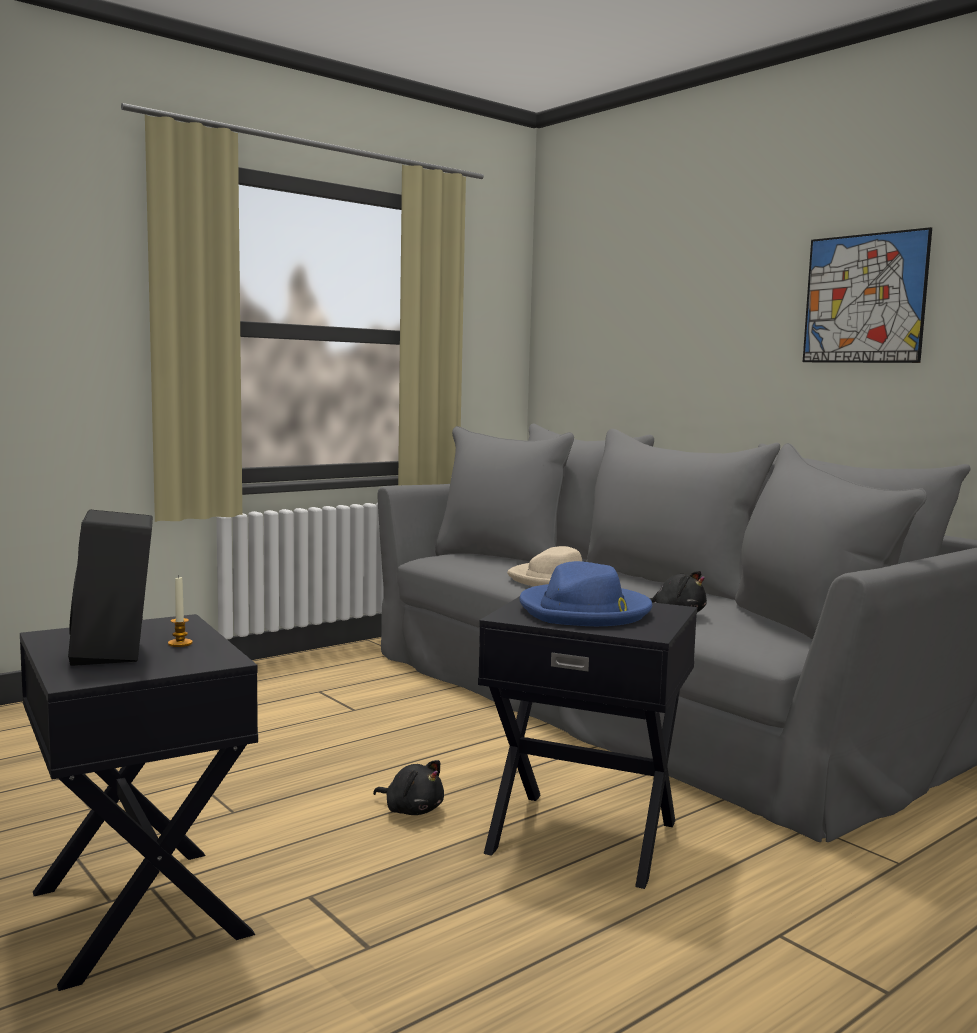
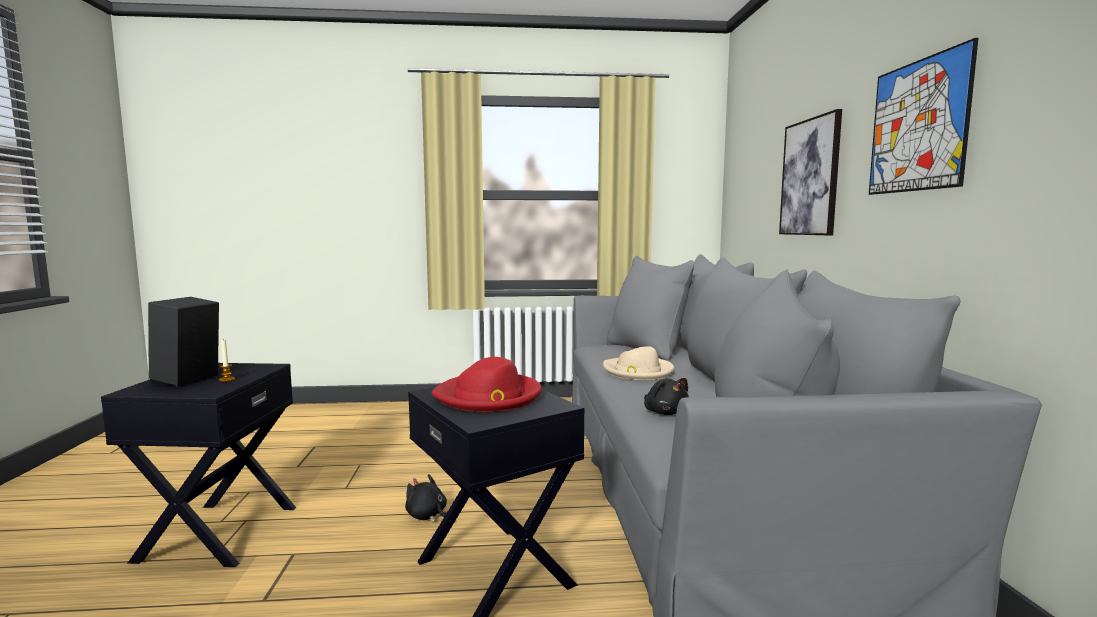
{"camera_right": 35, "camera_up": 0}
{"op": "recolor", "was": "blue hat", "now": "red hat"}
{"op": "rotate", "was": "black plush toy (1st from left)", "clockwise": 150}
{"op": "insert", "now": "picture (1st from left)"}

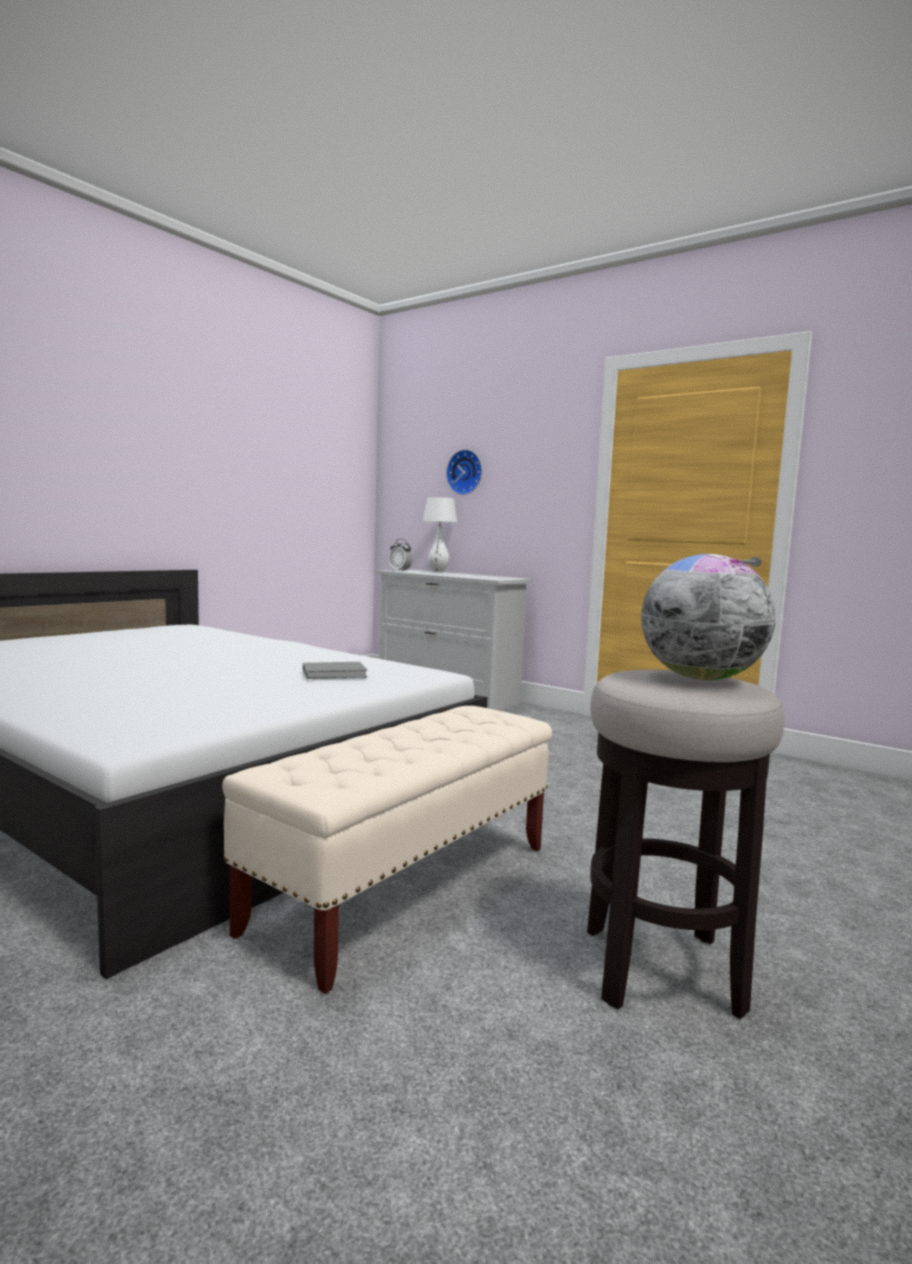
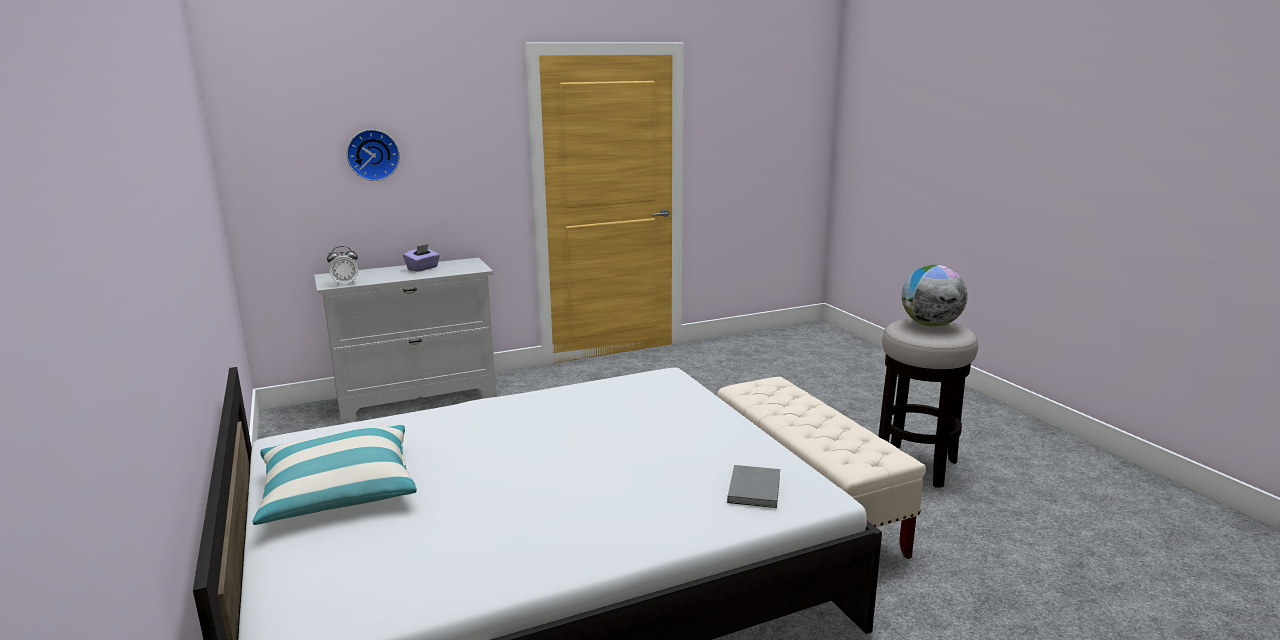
{"camera_right": -60, "camera_up": 10}
{"op": "delete", "was": "white table lamp"}
{"op": "move", "was": "grey book"}
{"op": "insert", "now": "purple tissue box"}
{"op": "insert", "now": "pillow"}

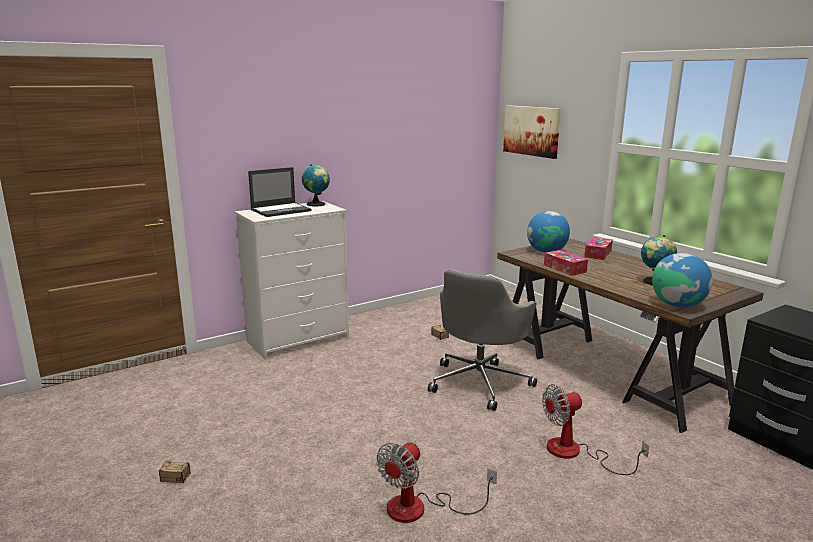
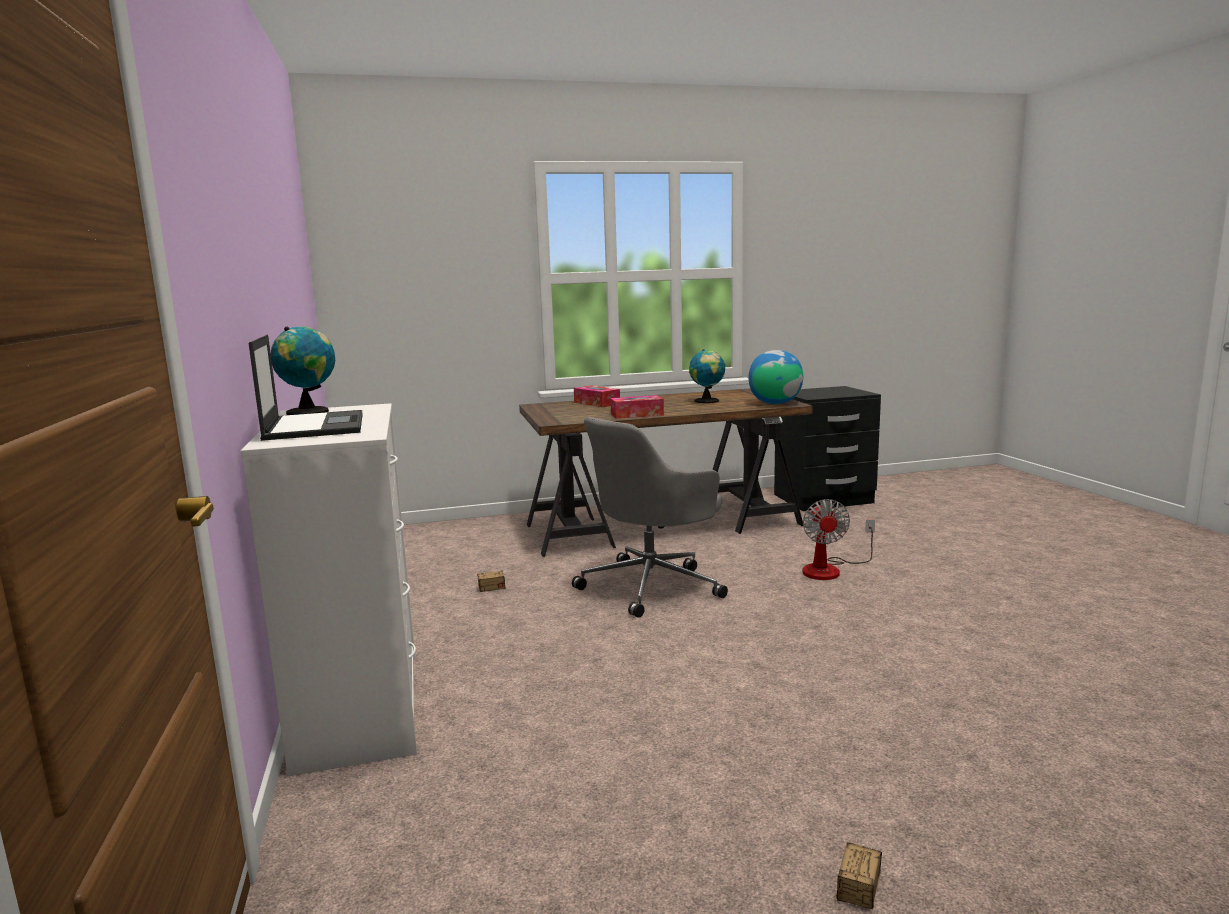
{"camera_right": -70, "camera_up": -5}
{"op": "delete", "was": "picture"}
{"op": "delete", "was": "globe (2nd from left)"}
{"op": "rotate", "was": "grey office chair", "clockwise": 90}
{"op": "delete", "was": "fan (1st from left)"}

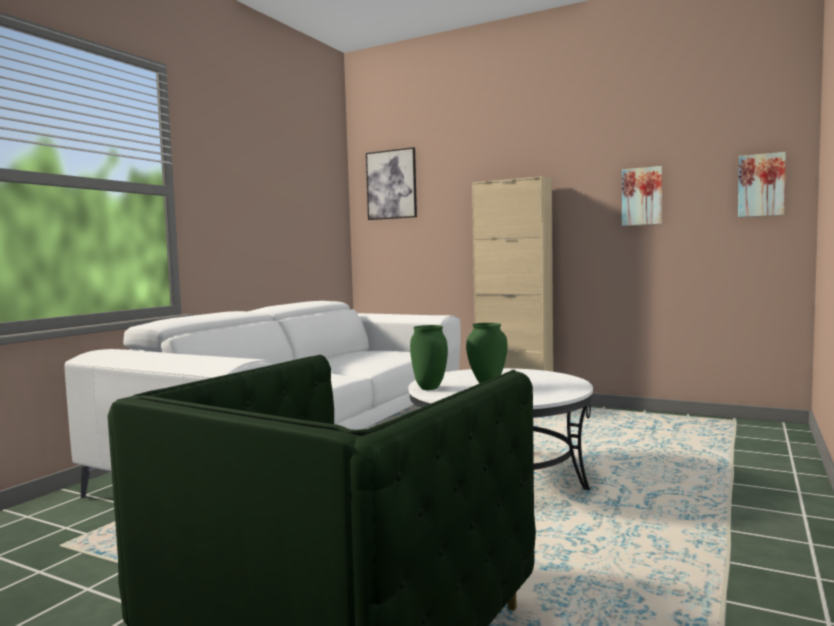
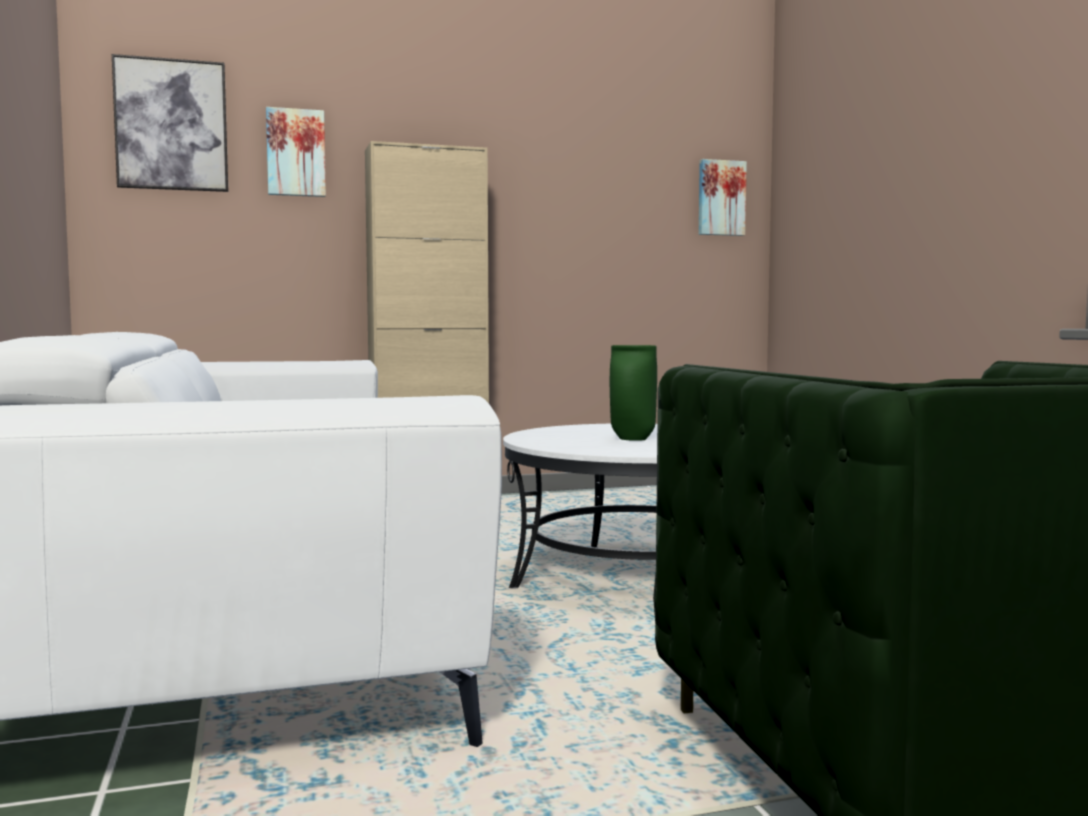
{"camera_right": -45, "camera_up": 0}
{"op": "move", "was": "picture (2nd from left)"}
{"op": "delete", "was": "green vase (1st from left)"}

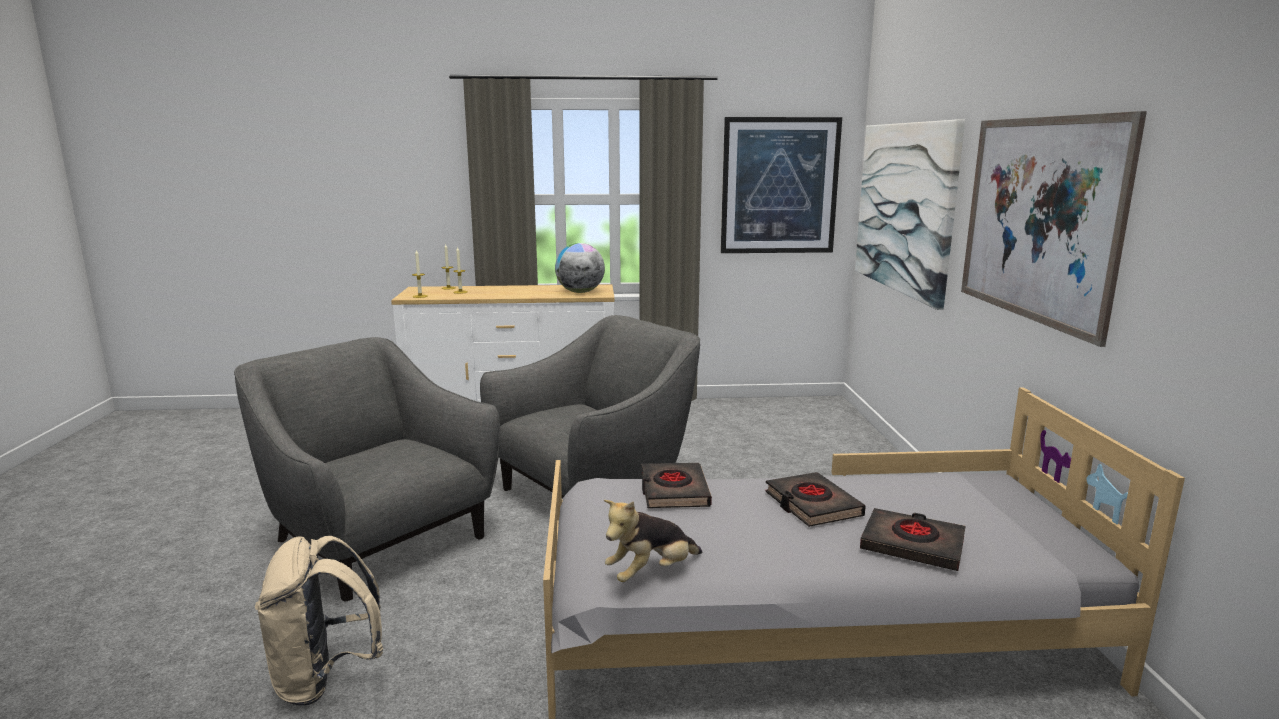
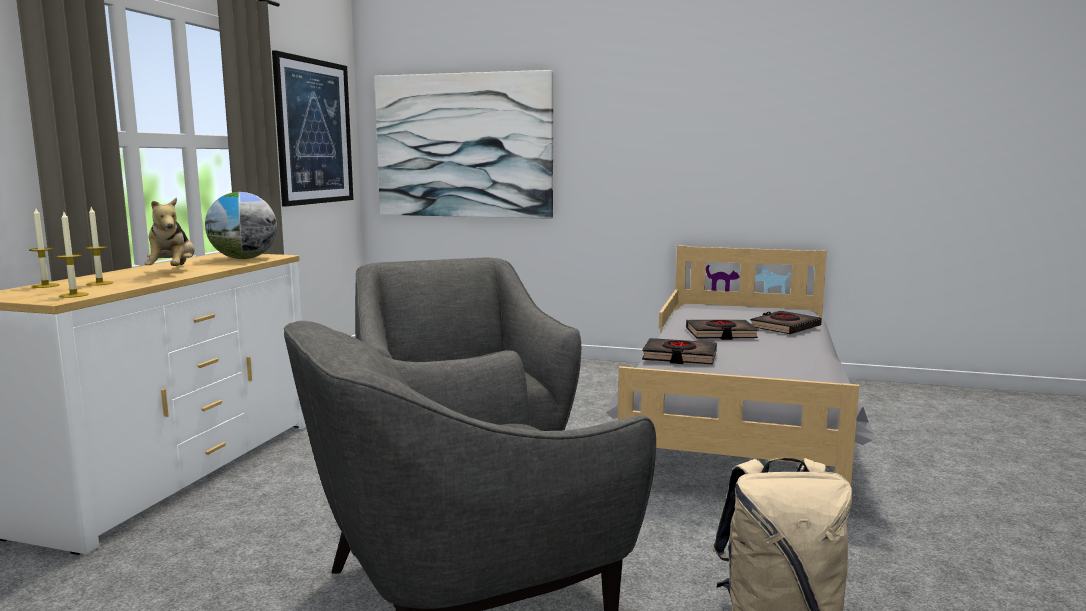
{"camera_right": -70, "camera_up": -5}
{"op": "delete", "was": "picture (3rd from left)"}
{"op": "move", "was": "plush toy"}

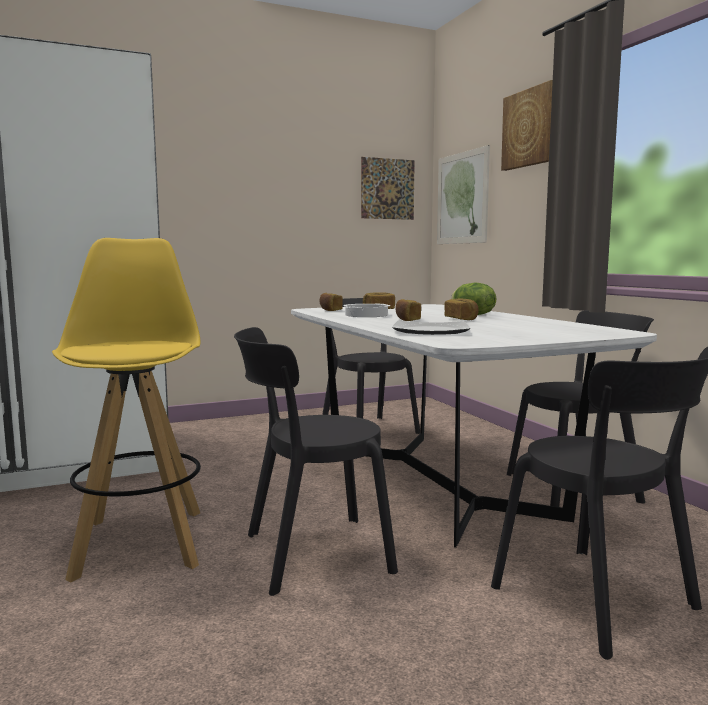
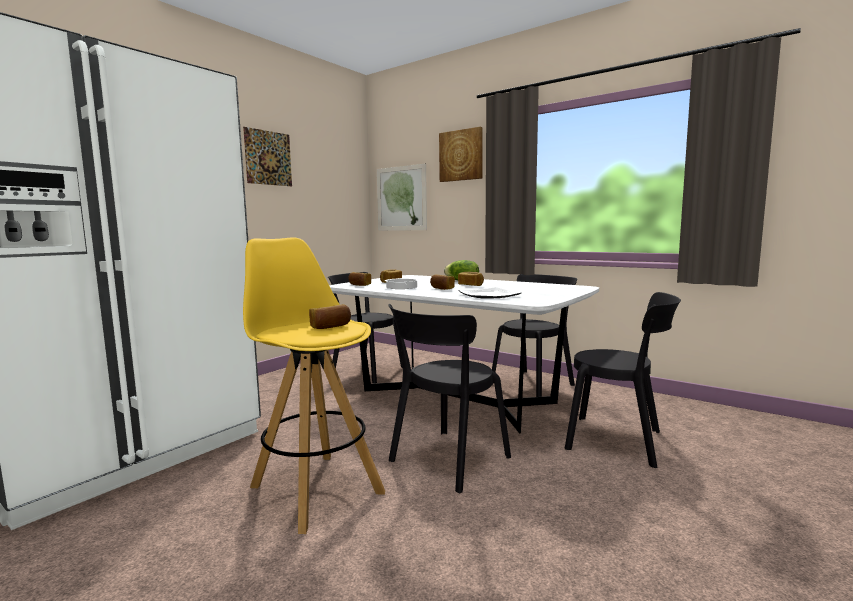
{"camera_right": -30, "camera_up": 0}
{"op": "move", "was": "picture (1st from left)"}
{"op": "insert", "now": "bread (1st from left)"}

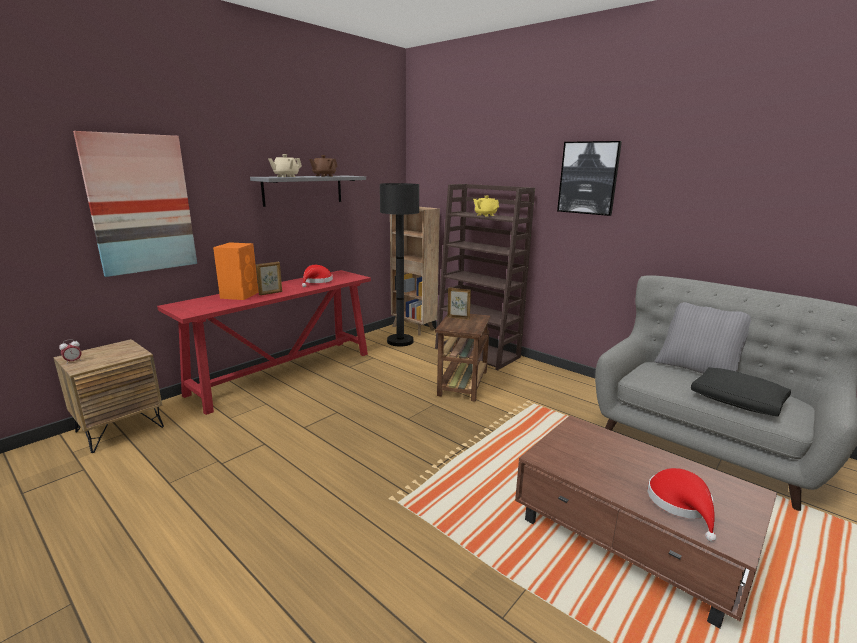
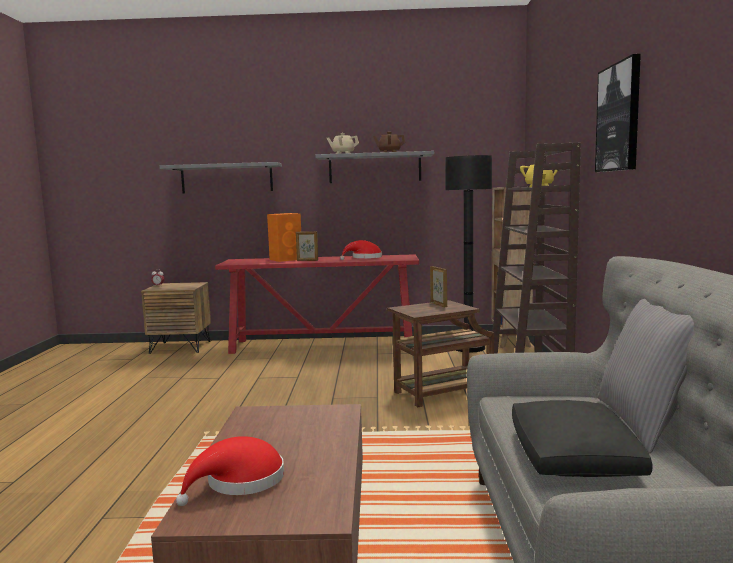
{"camera_right": 50, "camera_up": -10}
{"op": "replace", "was": "picture (1st from left)", "now": "grey shelf (1st from left)"}

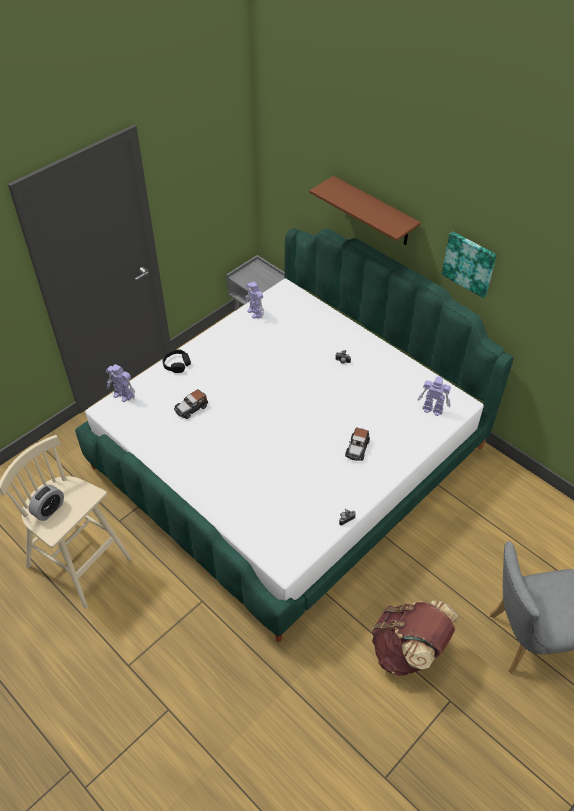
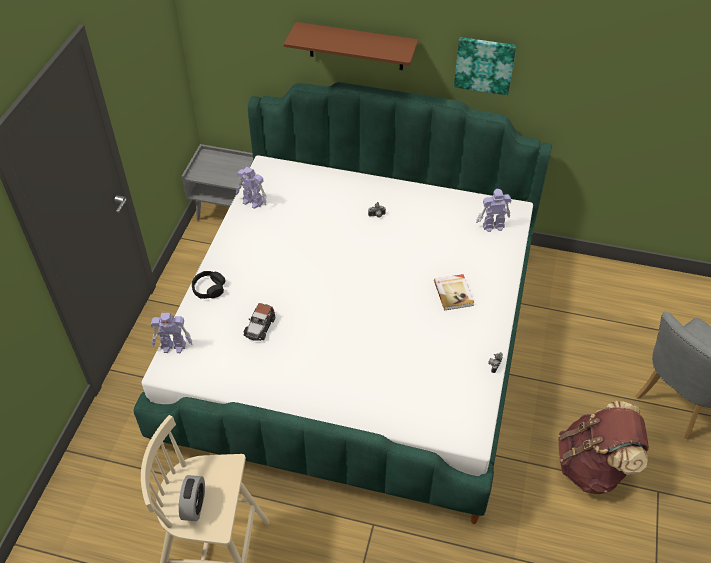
{"camera_right": -30, "camera_up": 0}
{"op": "replace", "was": "toy car (2nd from left)", "now": "book"}

